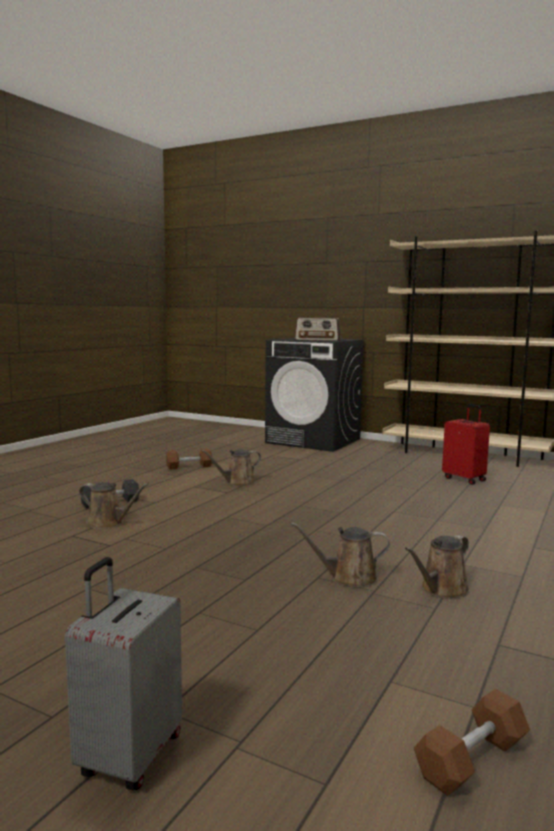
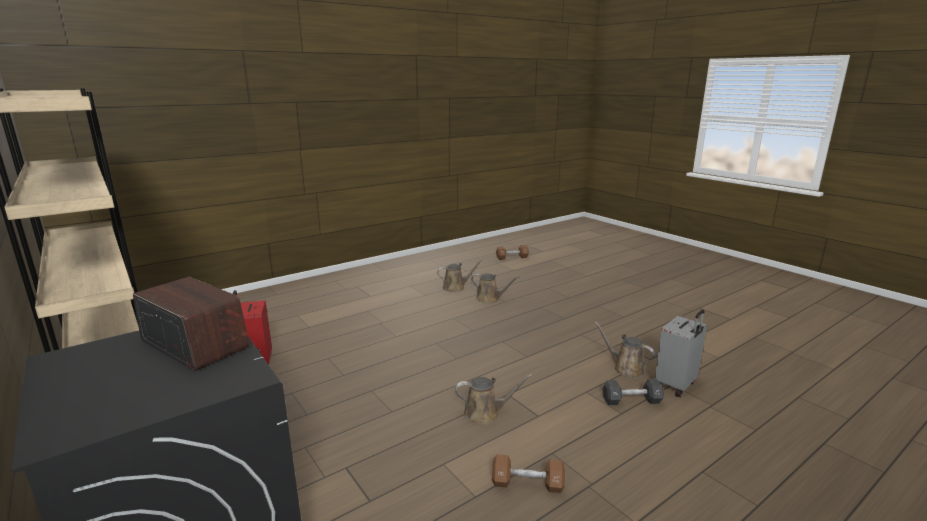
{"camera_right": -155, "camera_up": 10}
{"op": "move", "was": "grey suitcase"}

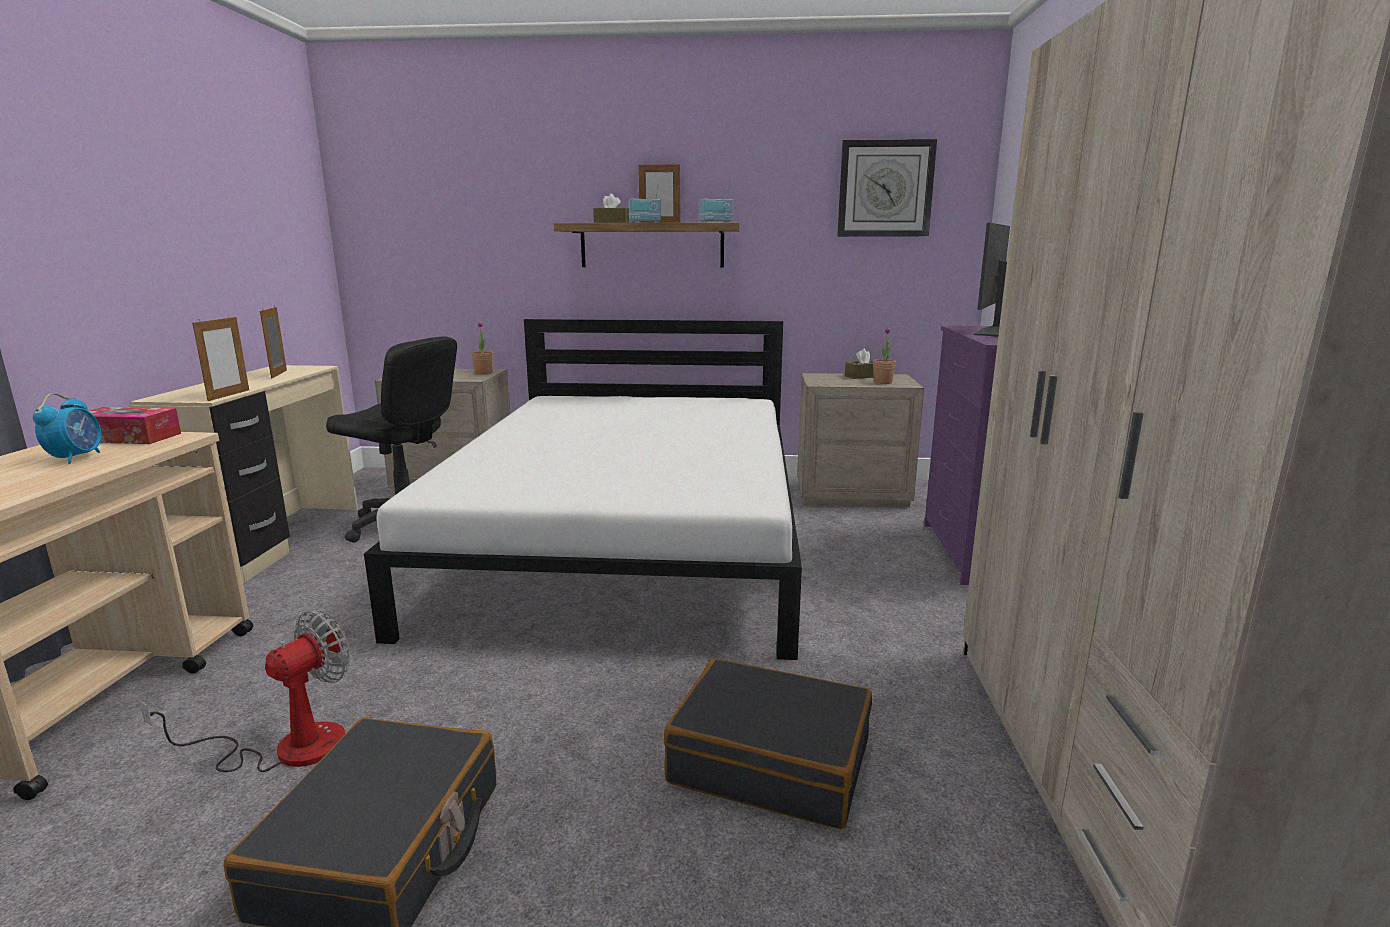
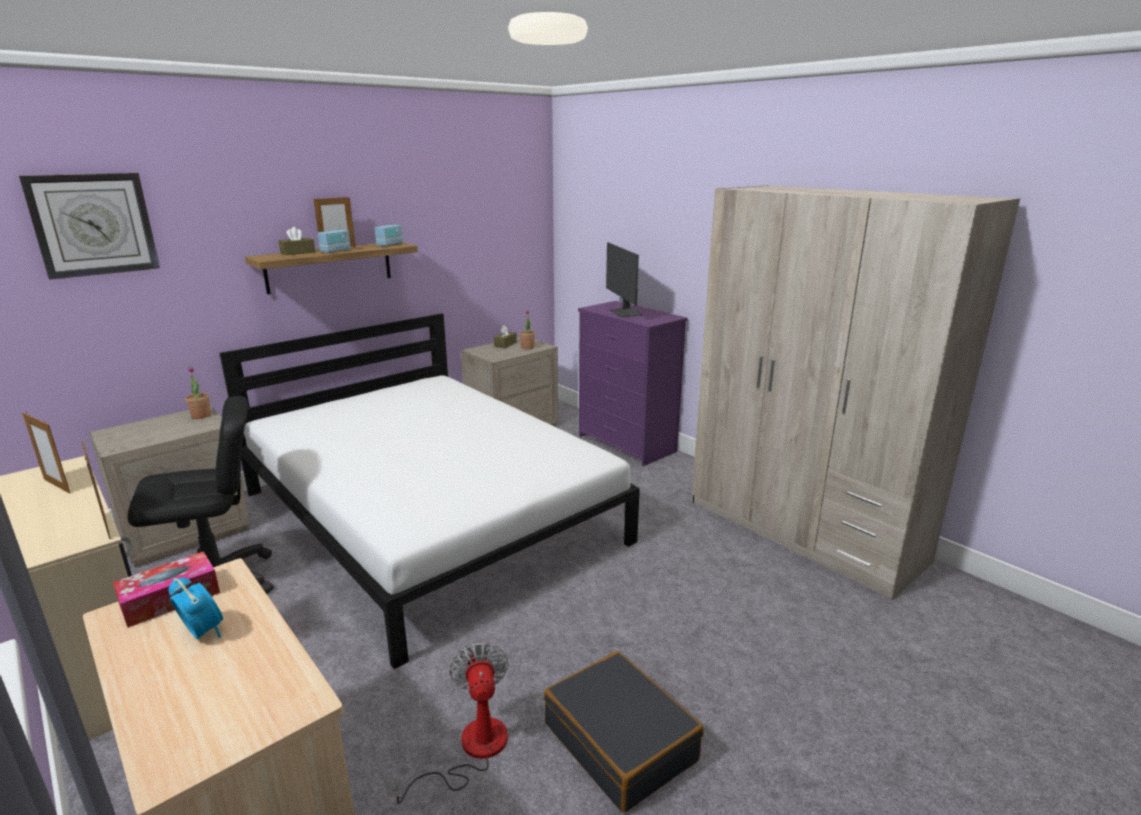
{"camera_right": -45, "camera_up": 5}
{"op": "move", "was": "wall clock"}
{"op": "delete", "was": "black suitcase (2nd from left)"}

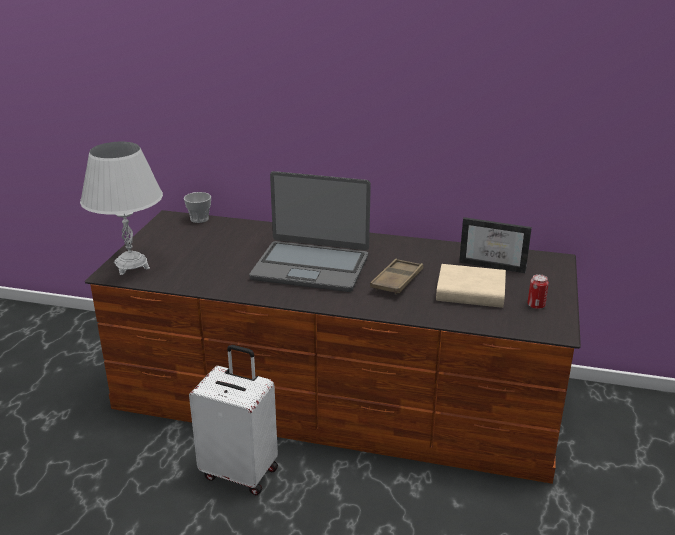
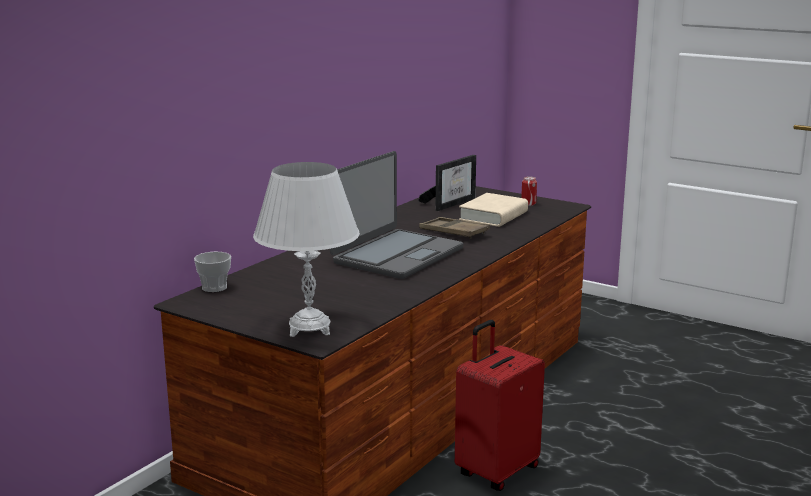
{"camera_right": -70, "camera_up": -10}
{"op": "recolor", "was": "white suitcase", "now": "red suitcase"}

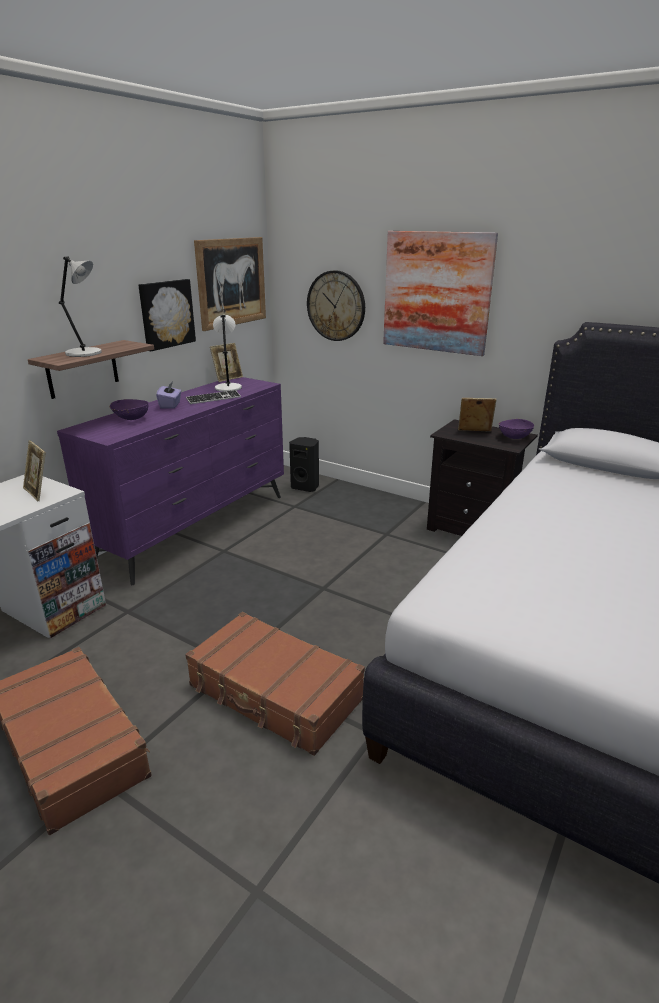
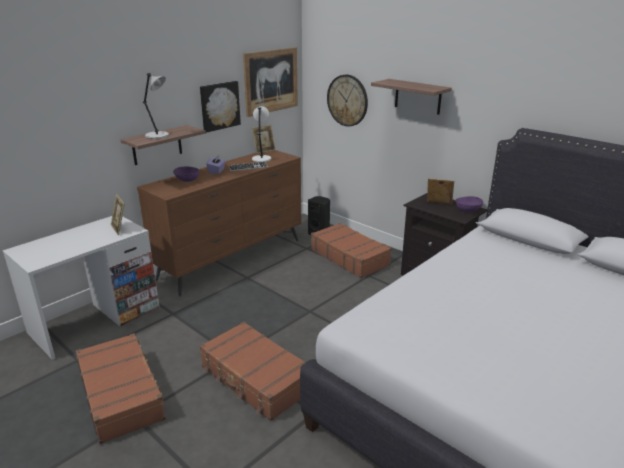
{"camera_right": 10, "camera_up": 0}
{"op": "replace", "was": "picture (3rd from left)", "now": "shelf (2nd from left)"}
{"op": "recolor", "was": "purple dresser", "now": "brown dresser"}
{"op": "insert", "now": "brown suitcase (3rd from left)"}

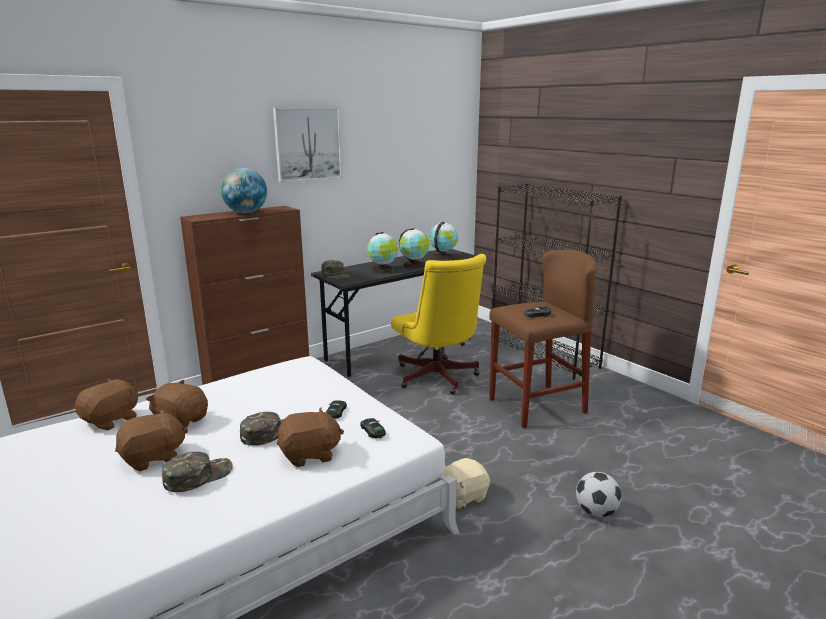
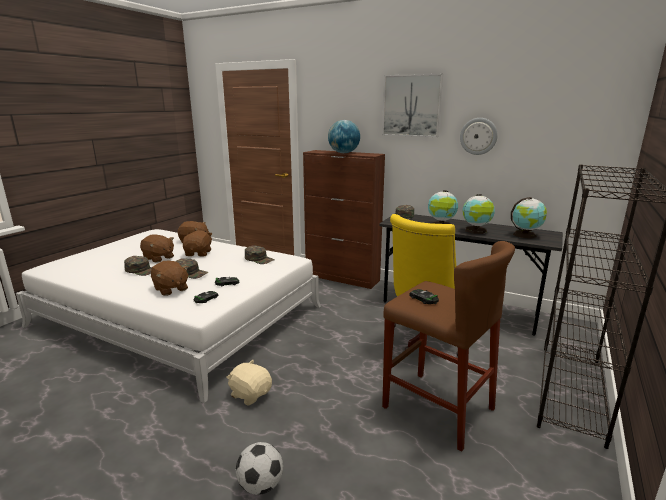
{"camera_right": 65, "camera_up": 0}
{"op": "insert", "now": "wall clock"}
{"op": "insert", "now": "green cap (3rd from left)"}

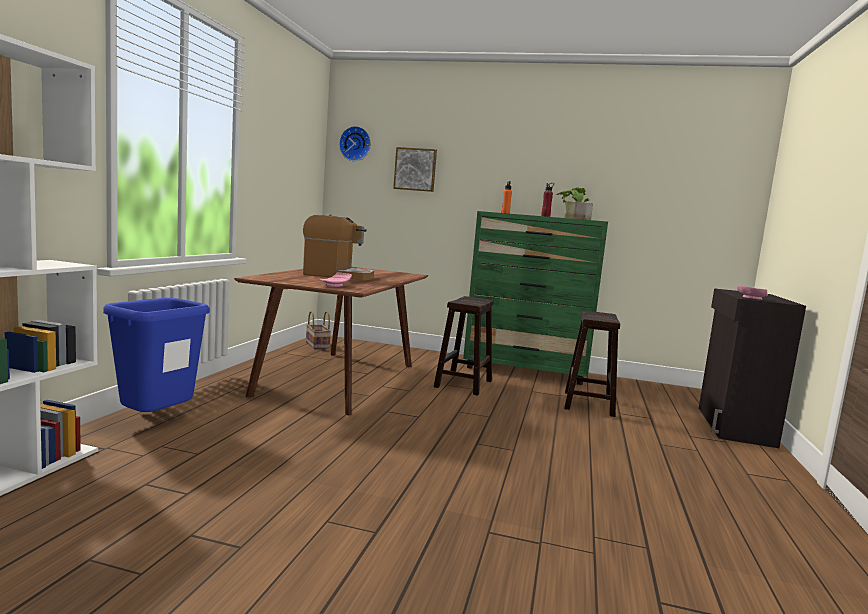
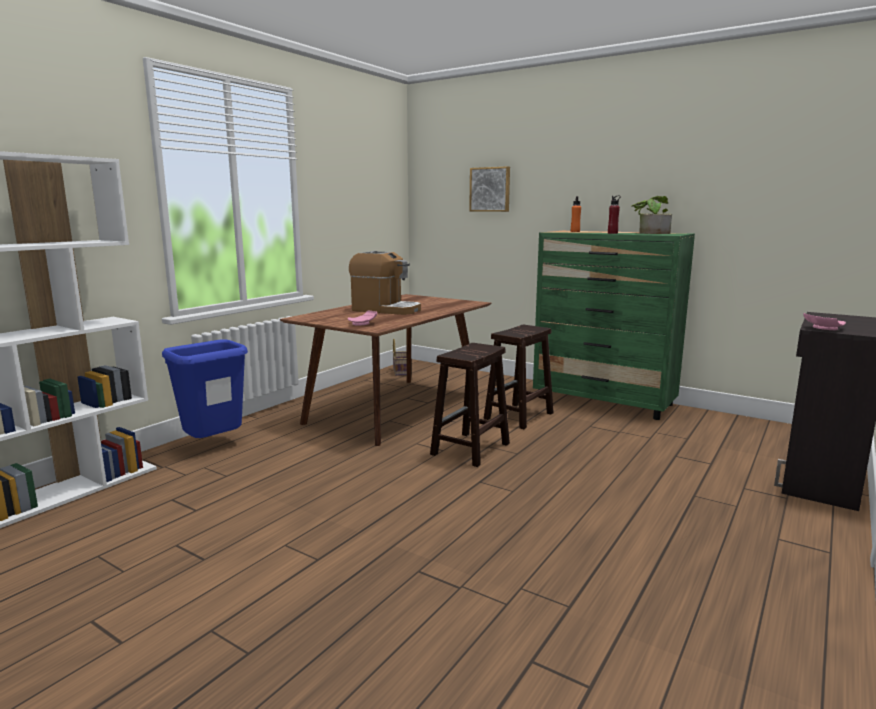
{"camera_right": 20, "camera_up": 5}
{"op": "delete", "was": "wall clock"}
{"op": "move", "was": "brown stool (2nd from left in the first image)", "now": "brown stool (1st from left)"}

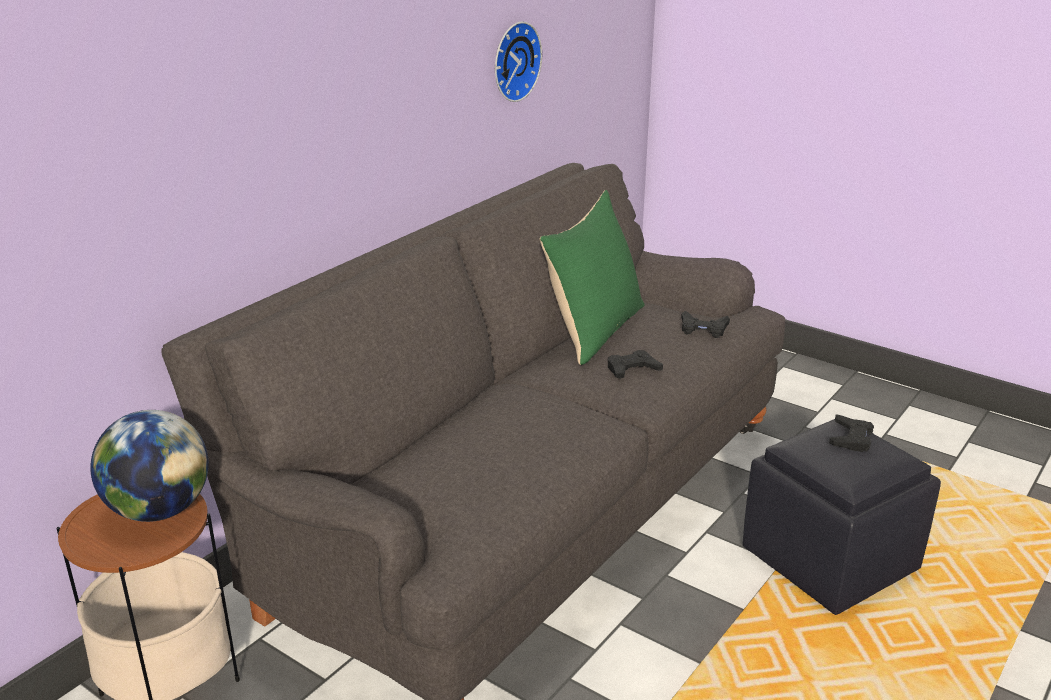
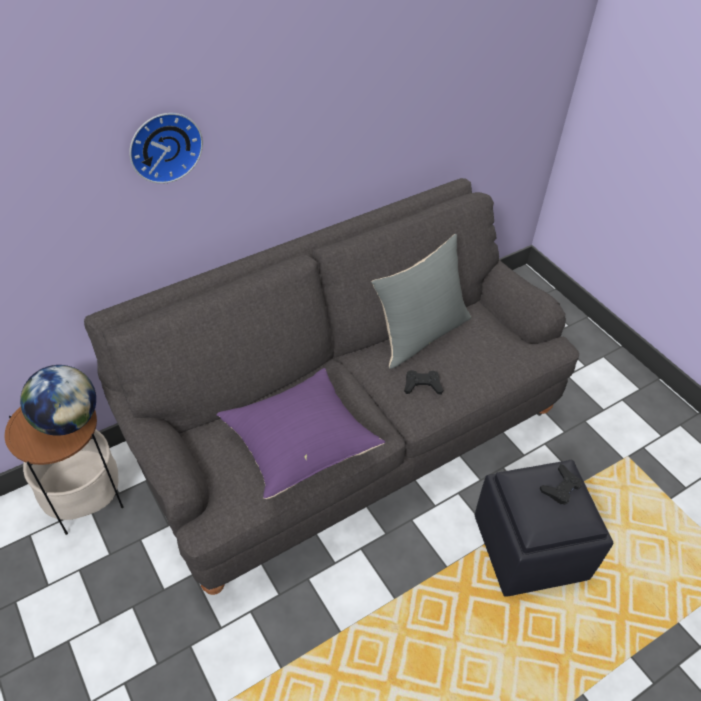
{"camera_right": 20, "camera_up": 20}
{"op": "move", "was": "wall clock"}
{"op": "recolor", "was": "green pillow", "now": "grey pillow"}
{"op": "delete", "was": "black game controller (2nd from left)"}
{"op": "insert", "now": "purple pillow"}

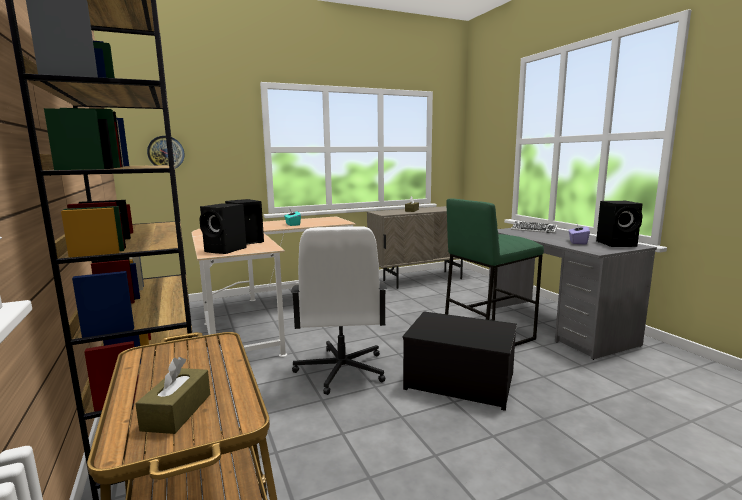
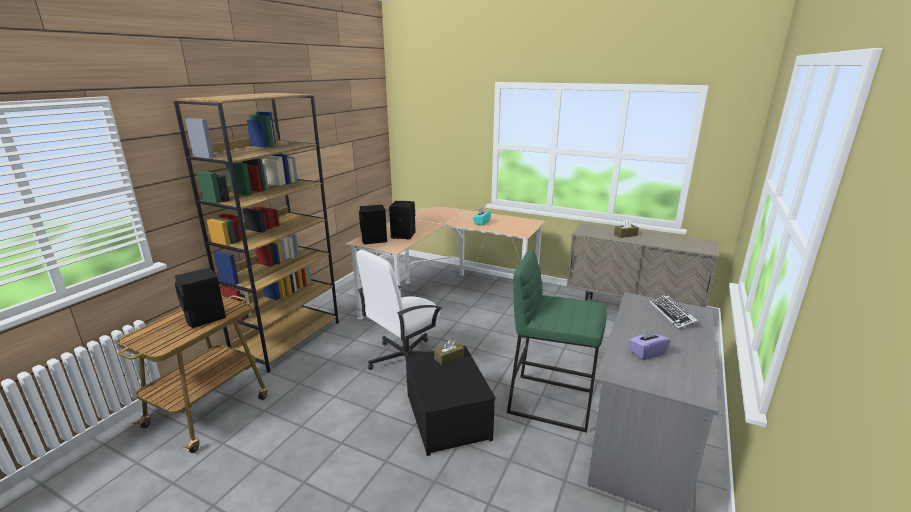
{"camera_right": 50, "camera_up": 10}
{"op": "delete", "was": "wall clock"}
{"op": "move", "was": "black speaker (3rd from left in the first image)", "now": "black speaker (1st from left)"}
{"op": "move", "was": "brown tissue box (1st from left)"}

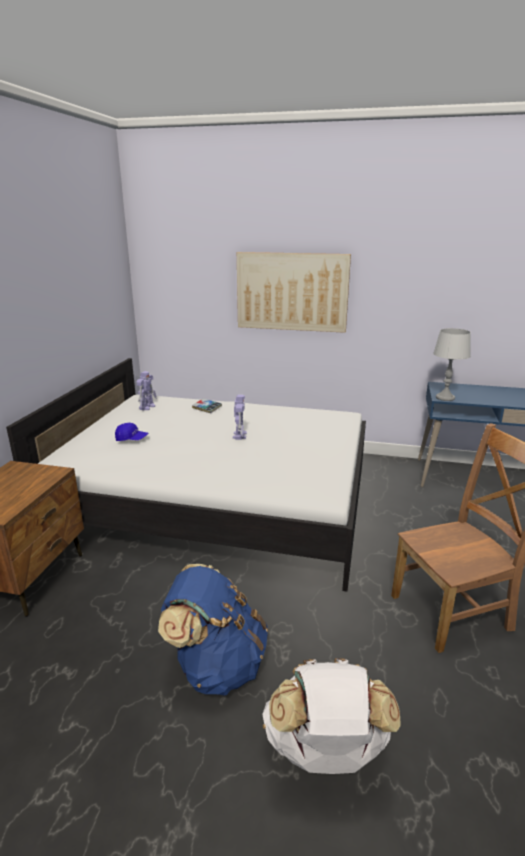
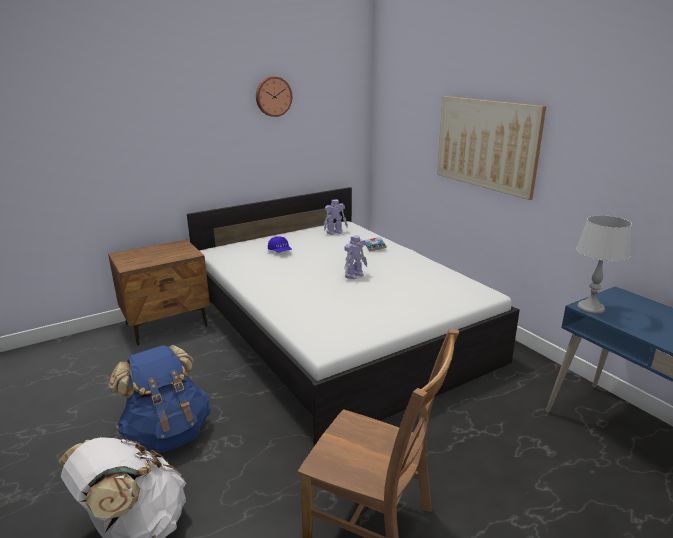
{"camera_right": 45, "camera_up": 0}
{"op": "insert", "now": "wall clock"}

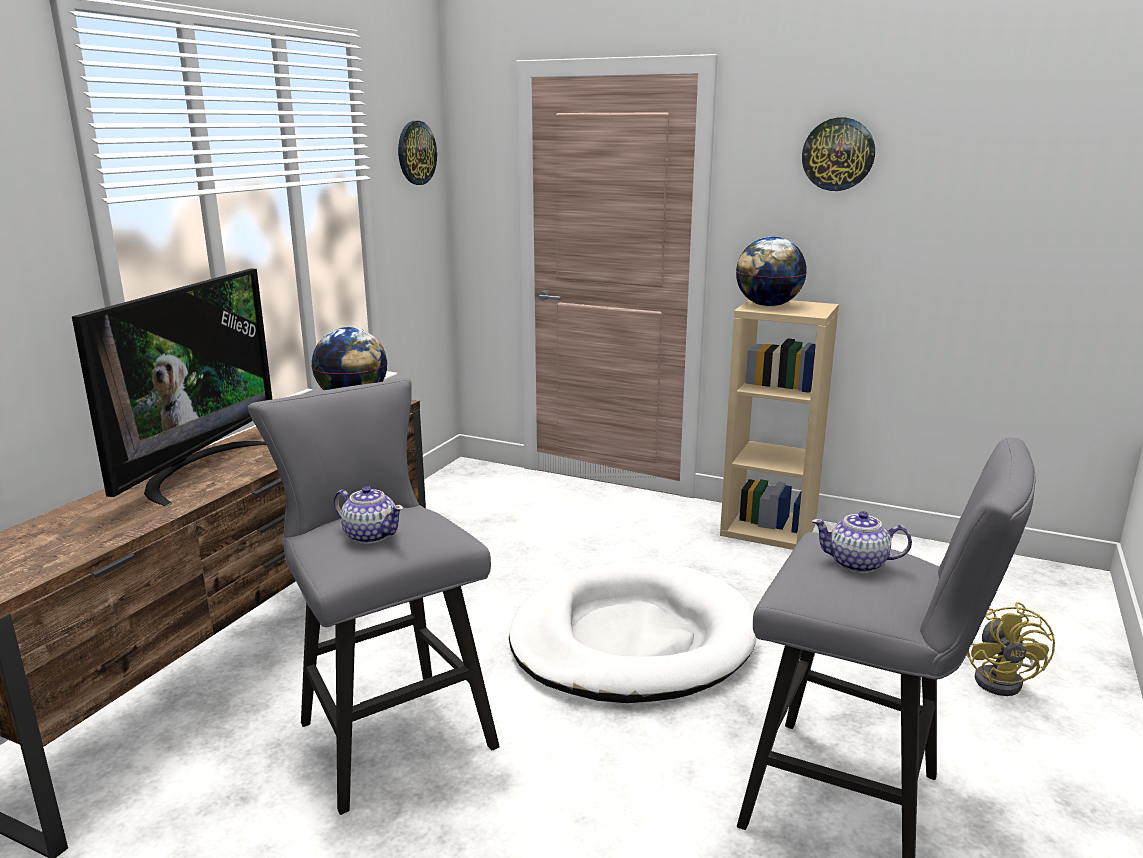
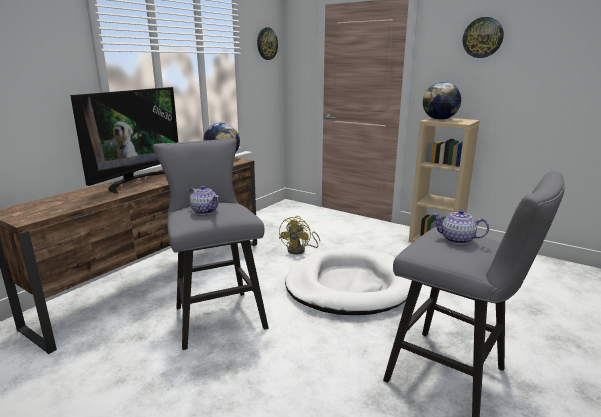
{"camera_right": 10, "camera_up": 0}
{"op": "move", "was": "yellow fan"}

